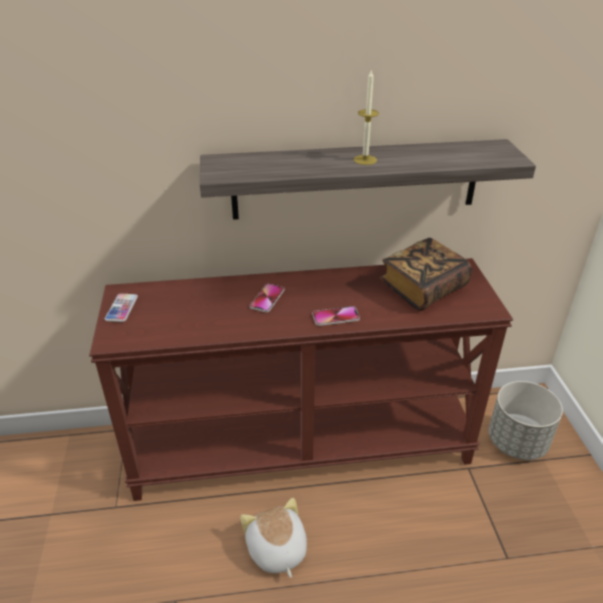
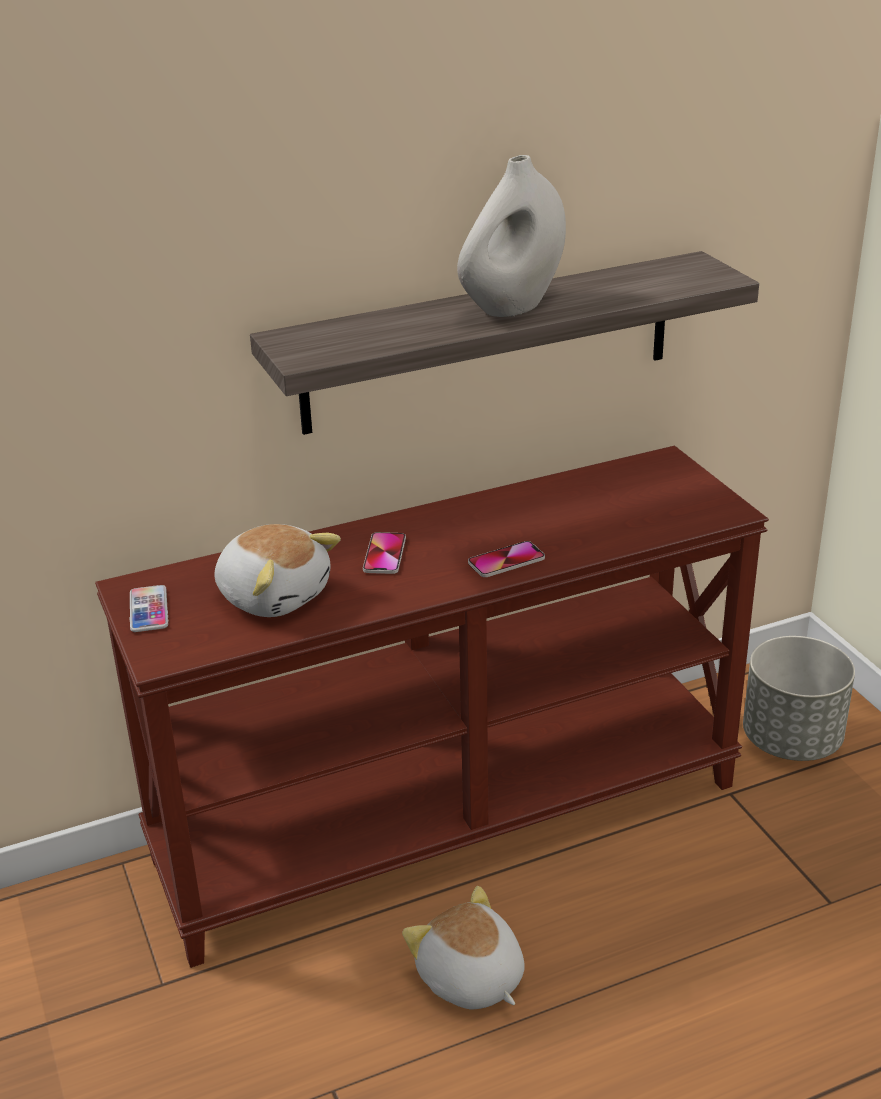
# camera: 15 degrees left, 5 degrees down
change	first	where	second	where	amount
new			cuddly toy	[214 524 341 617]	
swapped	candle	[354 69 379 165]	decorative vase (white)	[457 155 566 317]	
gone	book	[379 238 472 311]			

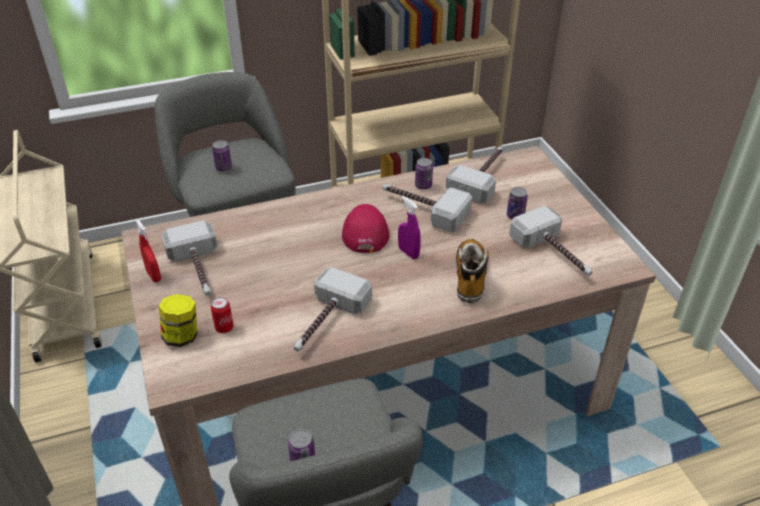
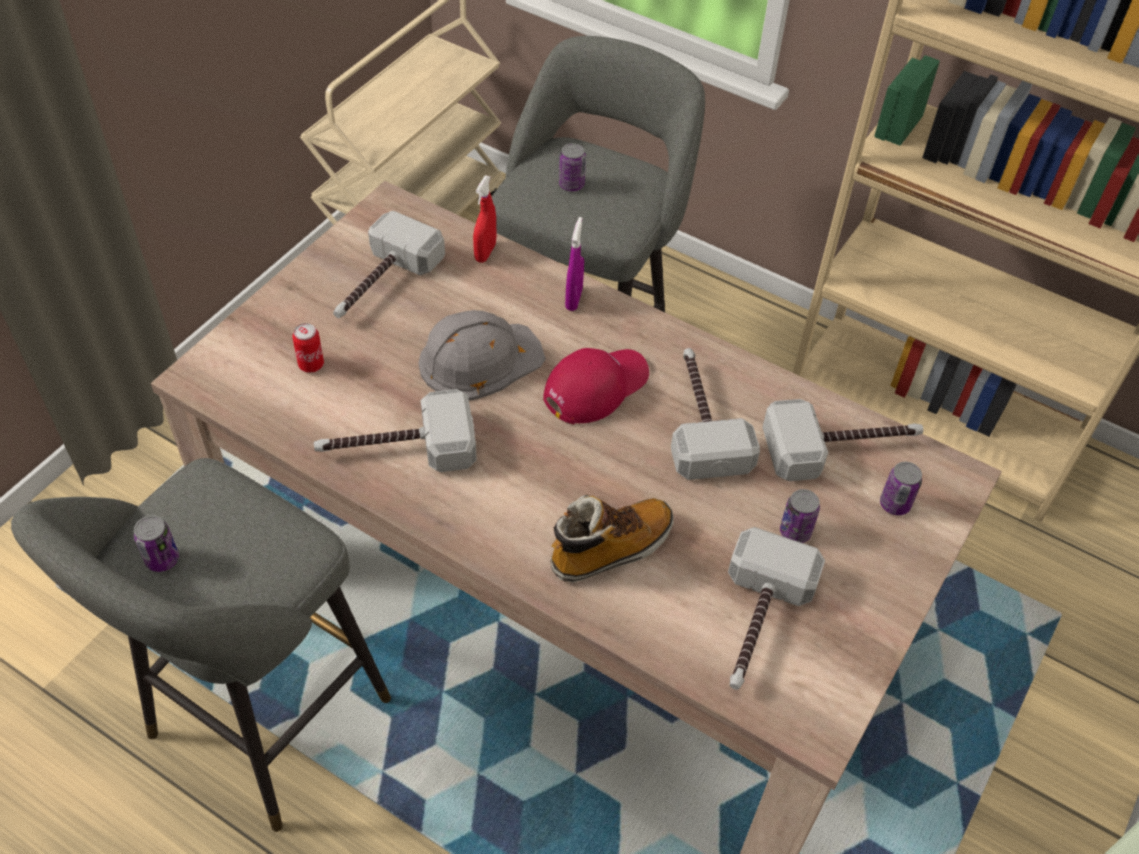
# camera: 50 degrees right, 10 degrees up
change	first	where	second	where	amount
new			safety helmet (greyish)	[419 310 546 401]	
shifted	spray bottle (reddish)	[136 220 161 282]		[473 175 497 263]	
shifted	spray bottle (purple-coloured)	[398 196 421 259]		[565 217 584 311]	
shifted	can	[415 158 433 190]		[880 462 922 516]	
gone	storage jar	[159 294 197 347]			

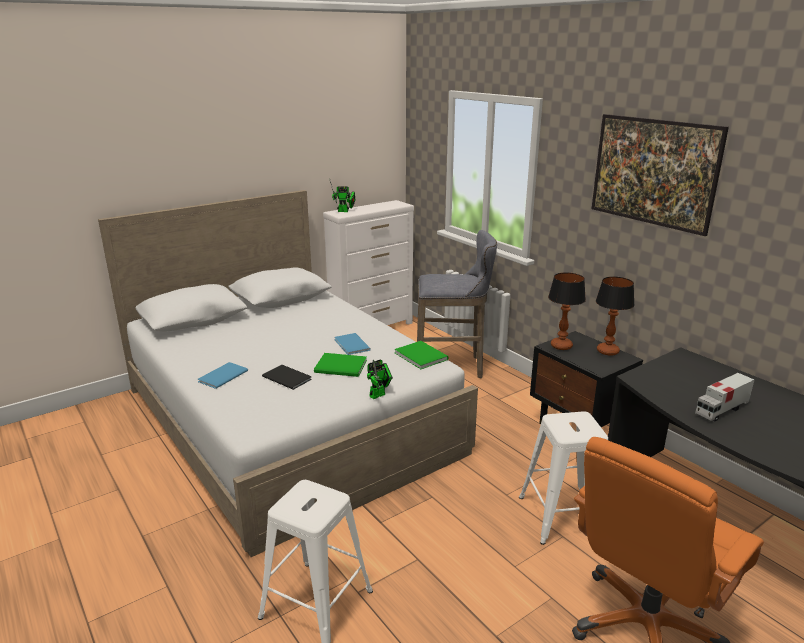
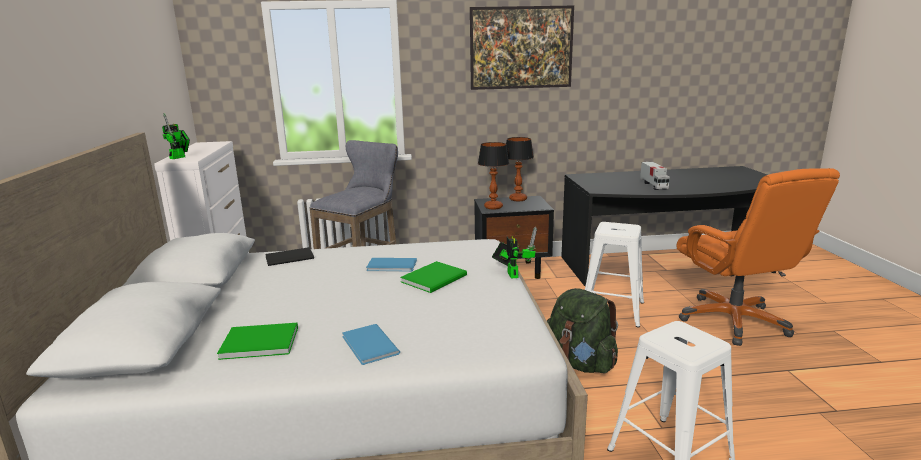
# camera: 60 degrees left, 5 degrees down
change	first	where	second	where	amount
shifted	book (green)	[394 341 449 369]		[217 323 298 360]	
shifted	book (blackish)	[262 365 312 390]		[265 247 314 266]	
new			rucksack (green)	[547 288 618 373]	

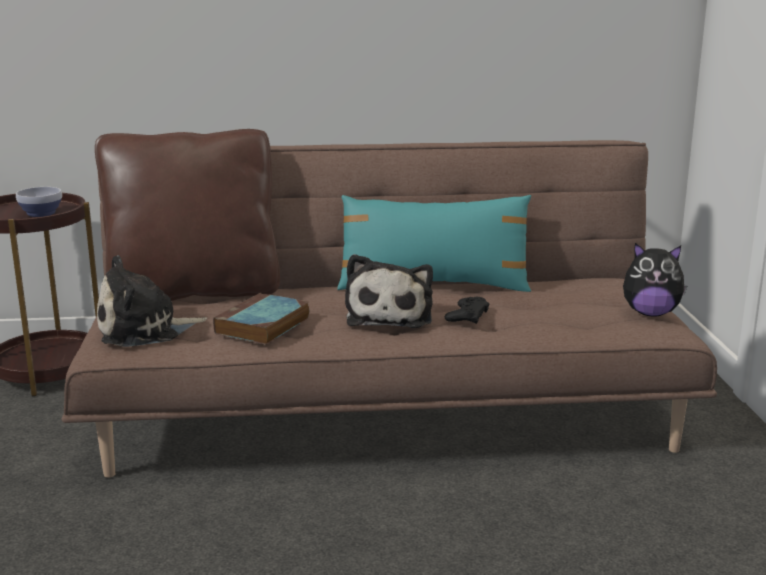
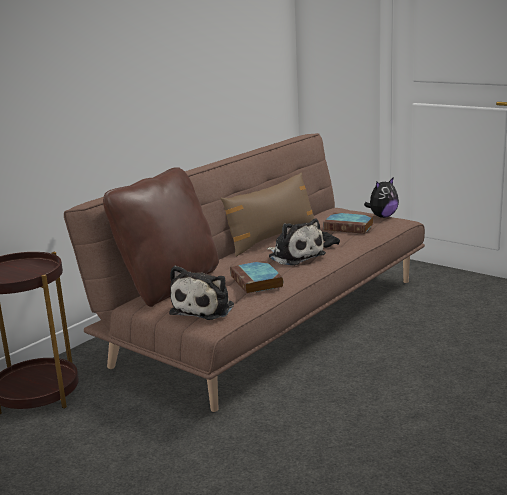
# camera: 45 degrees left, 0 degrees up
change	first	where	second	where	amount
repainted	throw pillow (turquoise)	[337 195 531 292]	throw pillow (brown-coloured)	[221 172 314 257]	
new			book	[323 213 374 234]	
gone	deep dish	[16 187 62 217]			

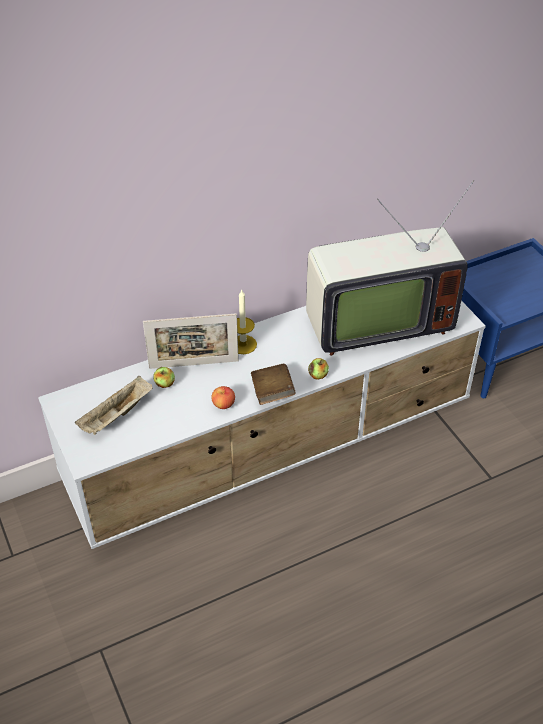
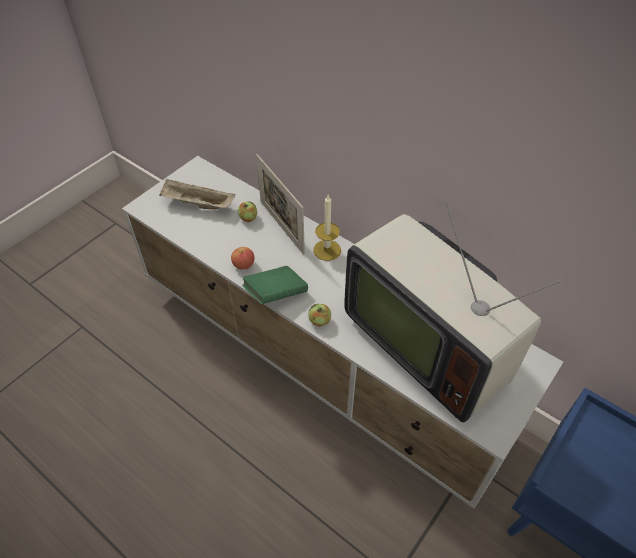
# camera: 65 degrees right, 5 degrees up
change	first	where	second	where	amount
repainted	book (brown-coloured)	[251 364 296 405]	book (green)	[242 266 308 304]	

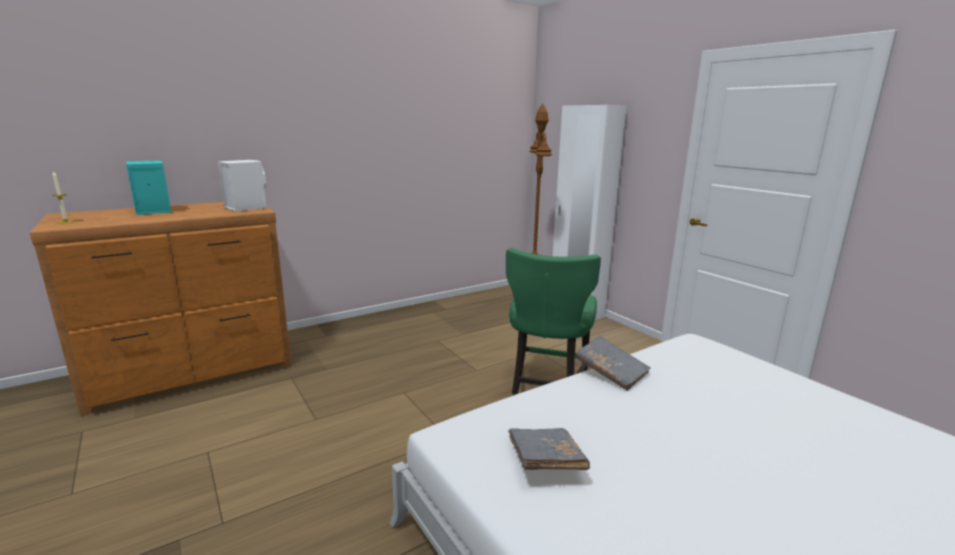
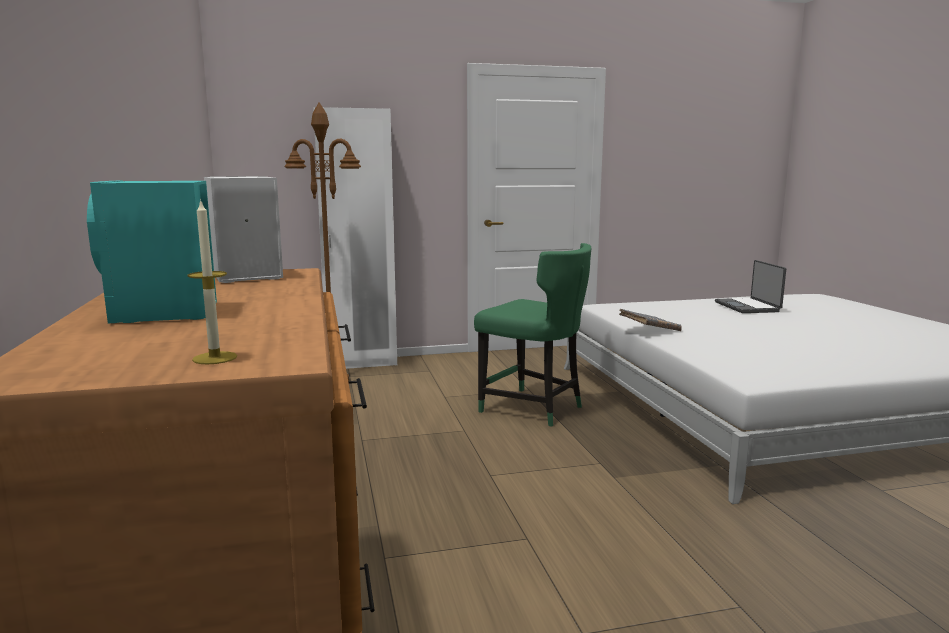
# camera: 70 degrees left, 5 degrees down
change	first	where	second	where	amount
new			portable computer	[715 260 786 313]	
gone	book (greyish)	[508 428 590 470]			

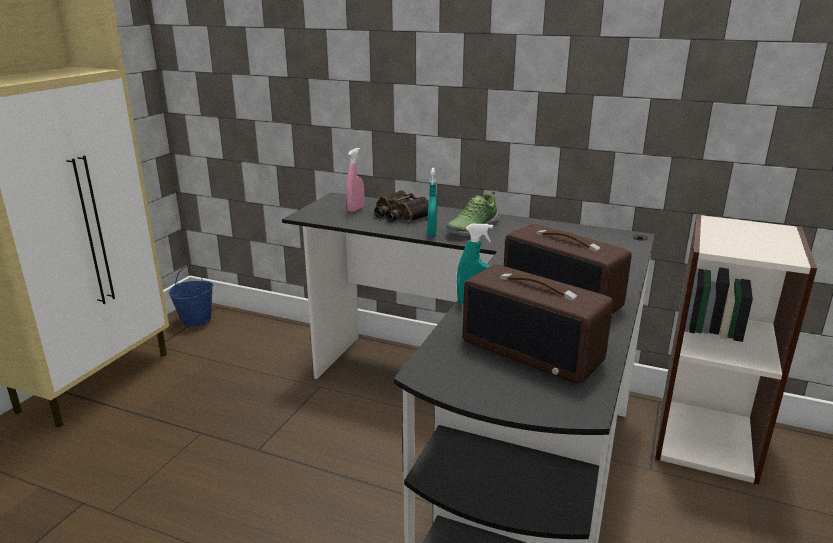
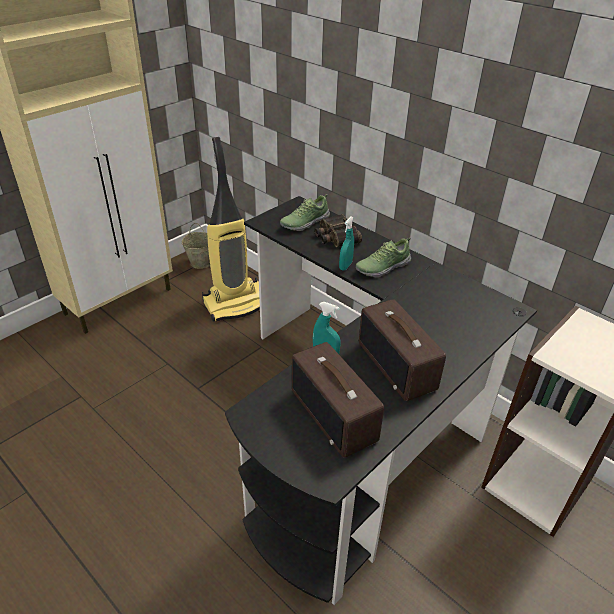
# camera: 20 degrees right, 15 degrees up
change	first	where	second	where	amount
repainted	bucket (bluish)	[169 266 213 327]	bucket (sand-coloured)	[182 223 210 269]	
new			hoover	[202 137 260 322]	
swapped	spray bottle (pink-coloured)	[346 148 364 212]	shoe	[280 194 330 231]	

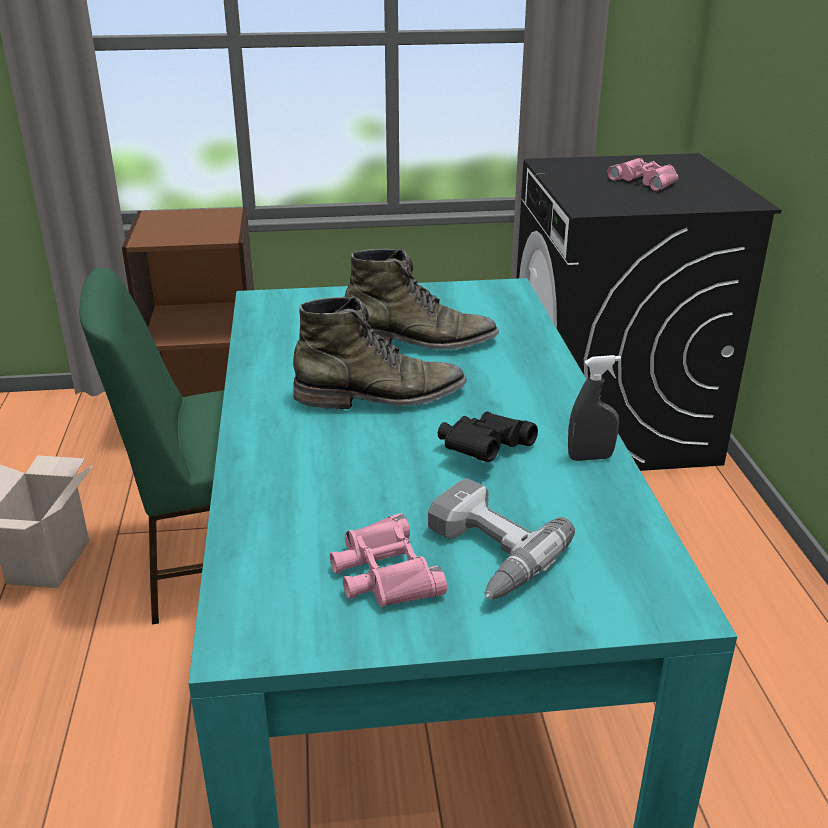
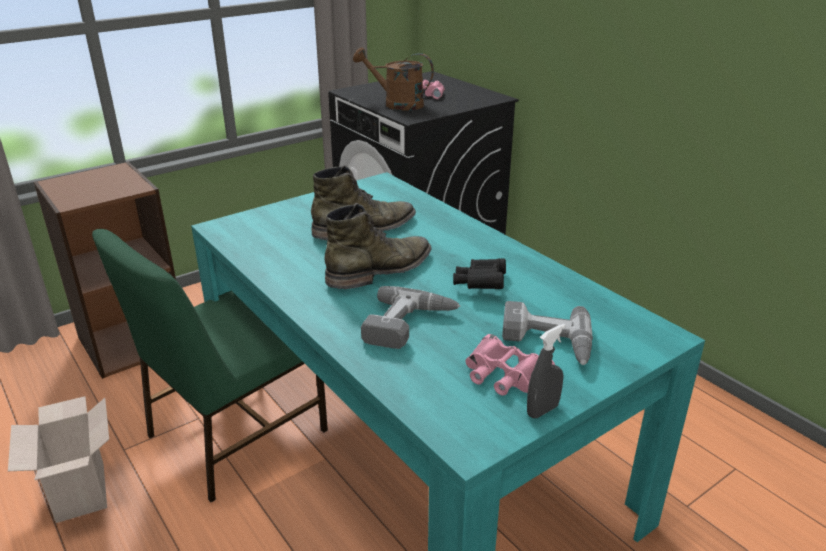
# camera: 30 degrees left, 0 degrees up
change	first	where	second	where	amount
new			watering can (brown-coloured)	[353 47 434 111]	
new			power drill	[361 286 460 349]	
shifted	spray bottle (greyish)	[568 355 621 461]		[527 324 566 418]	

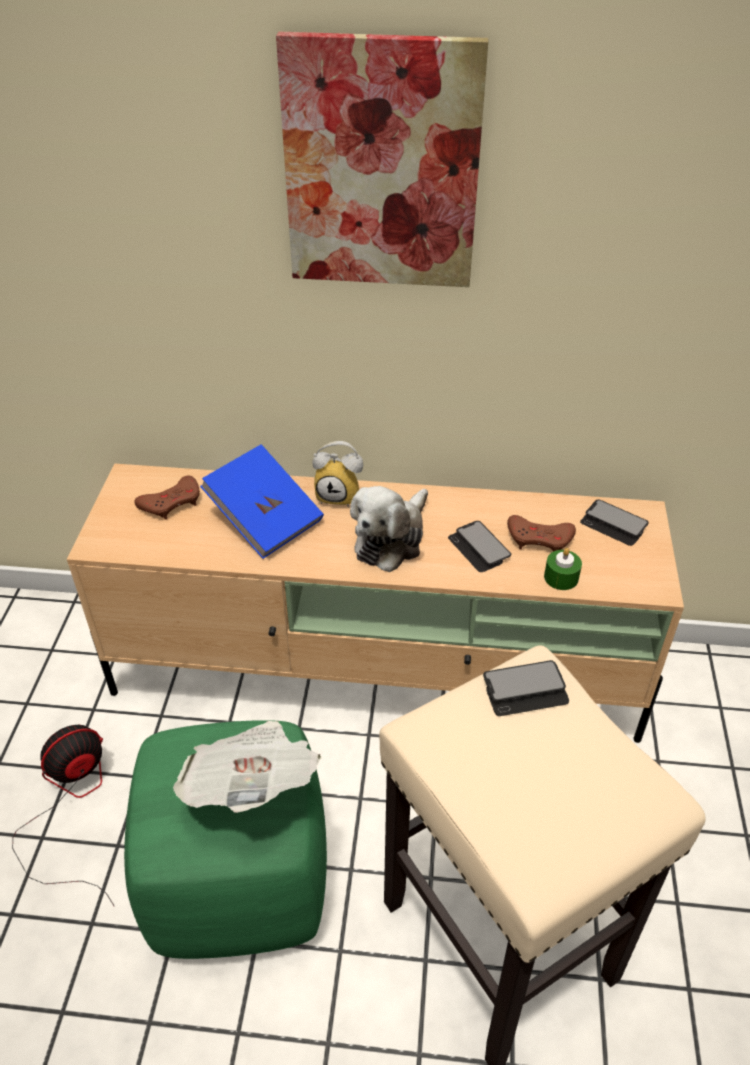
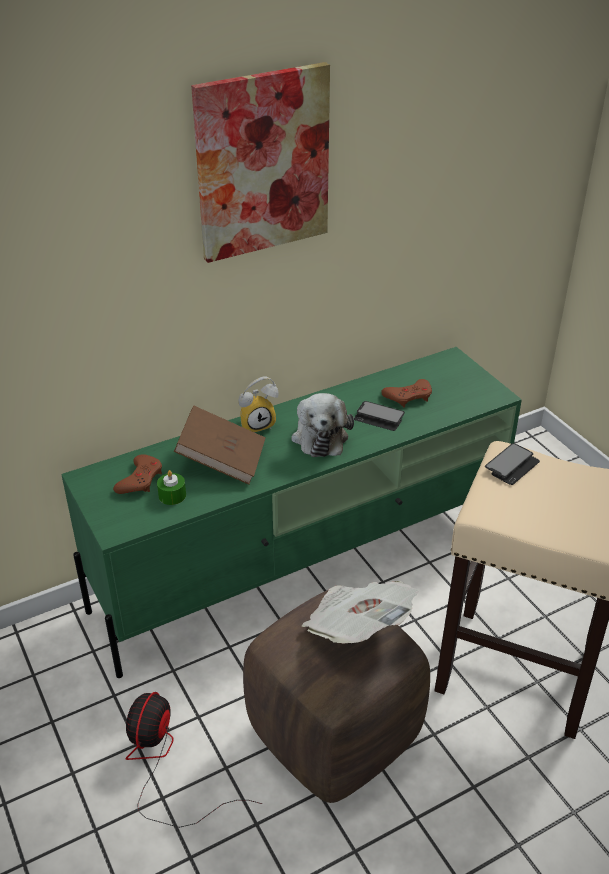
# camera: 35 degrees left, 5 degrees down
change	first	where	second	where	amount
repainted	tv unit (sand-coloured)	[67 463 684 743]	tv unit (green)	[61 347 522 678]	
shifted	candle (green)	[544 548 582 590]		[157 470 186 505]	
repainted	book (bluish)	[200 444 324 559]	book (brown-coloured)	[174 406 266 485]	
repainted	ottoman (green)	[124 720 327 959]	ottoman (brown-coloured)	[243 590 430 803]	
gone	phone	[580 499 649 546]			

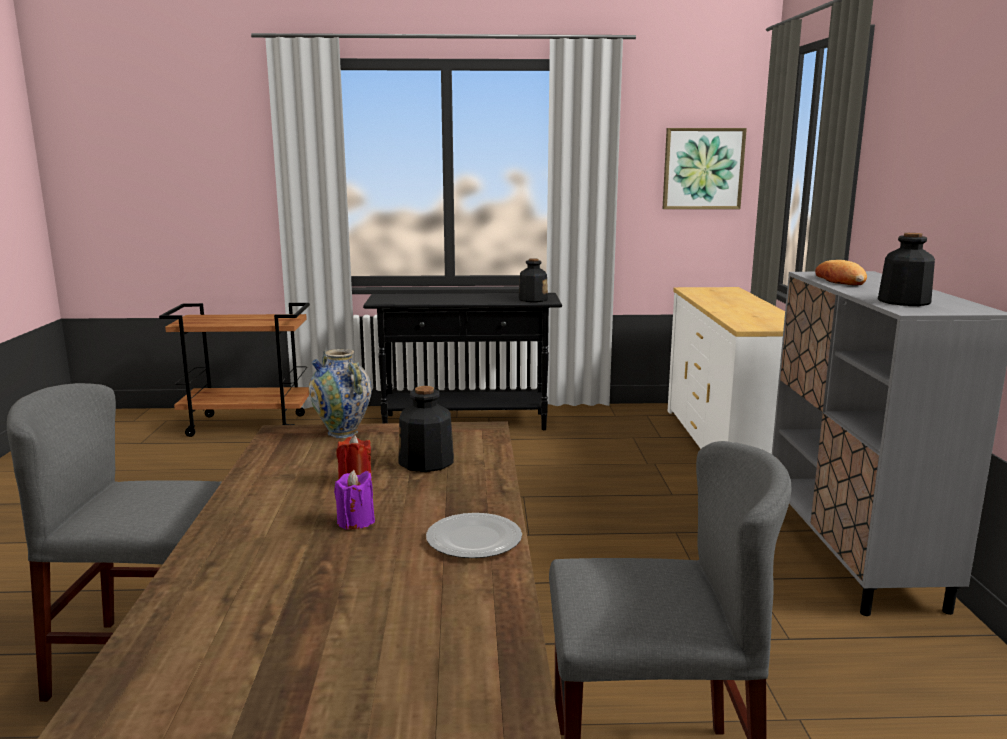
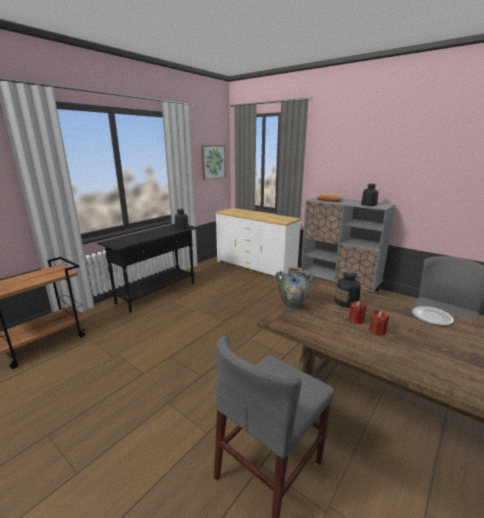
# camera: 50 degrees left, 5 degrees up
change	first	where	second	where	amount
new			candle (reddish)	[369 309 389 336]	
gone	candle (purple-coloured)	[334 470 375 530]			

